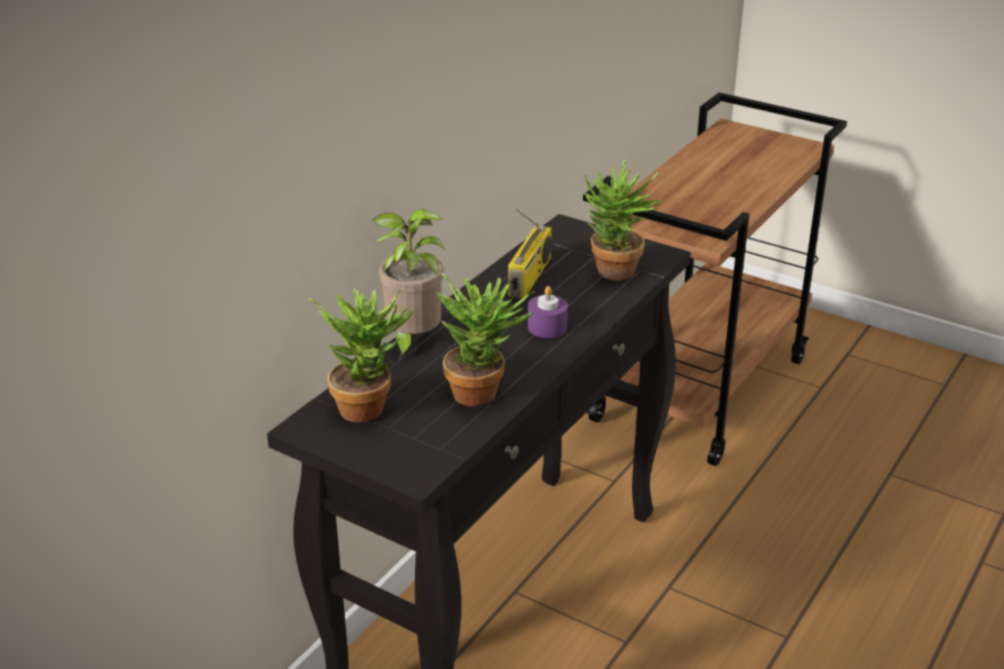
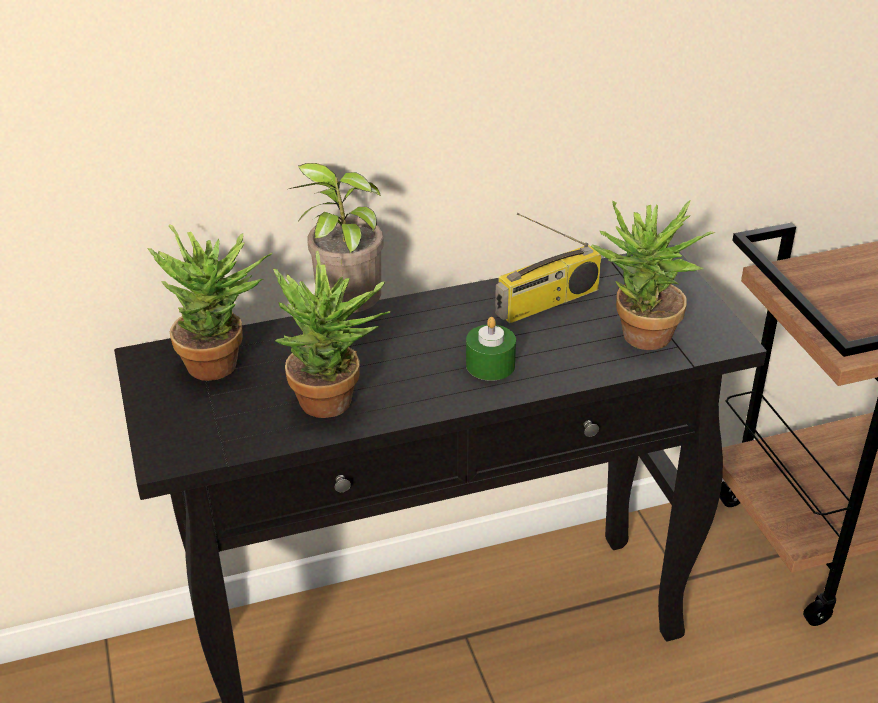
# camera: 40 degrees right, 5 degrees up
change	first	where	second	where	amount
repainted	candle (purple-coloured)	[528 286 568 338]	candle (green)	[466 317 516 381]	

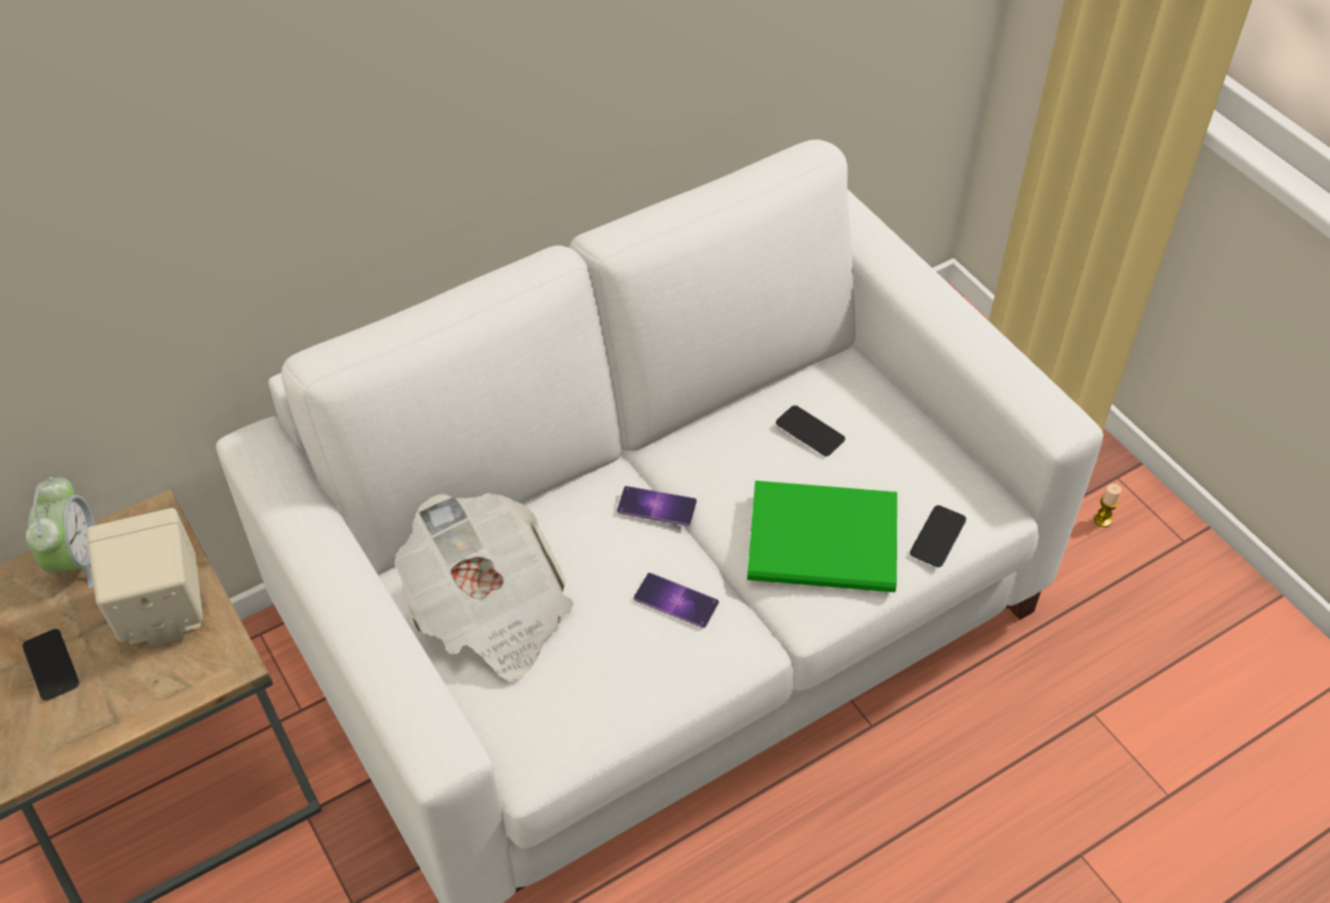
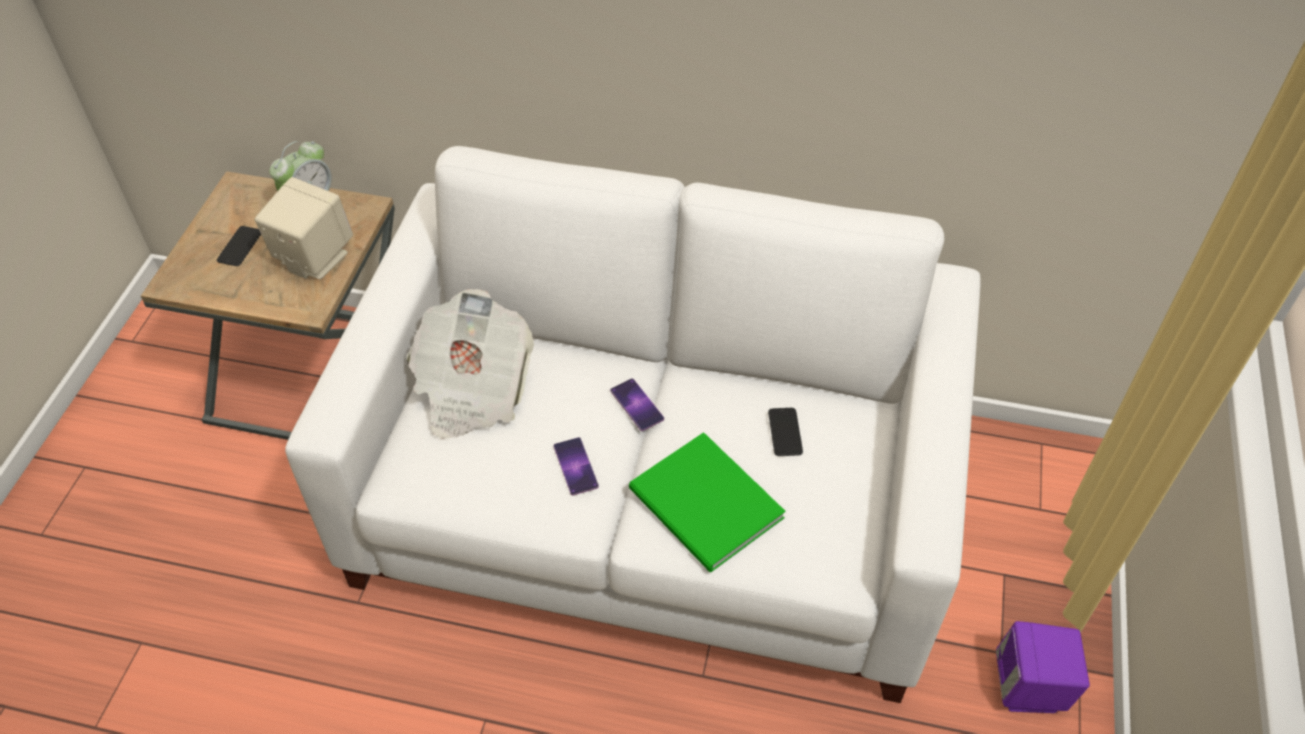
# camera: 45 degrees right, 0 degrees up
change	first	where	second	where	amount
swapped	candle	[1094 484 1122 527]	speaker (purple-coloured)	[996 621 1090 713]	
gone	phone	[910 505 966 567]			

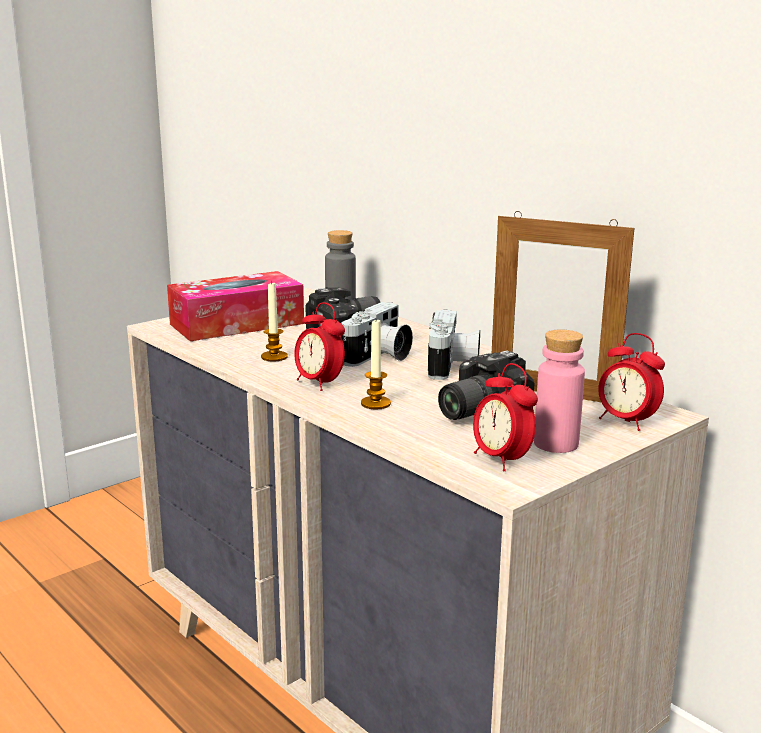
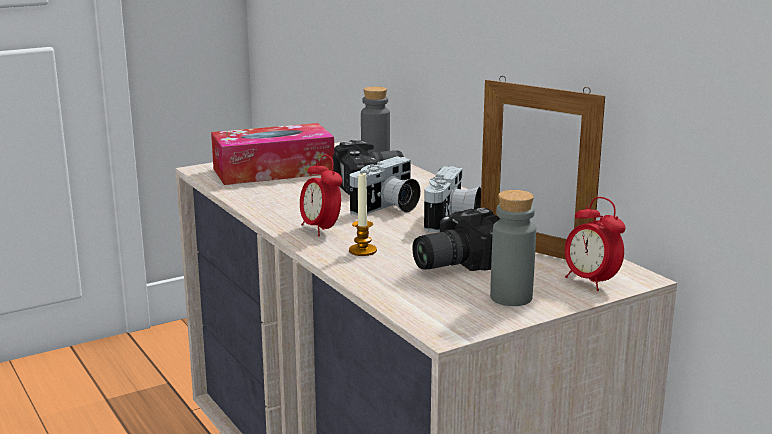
# camera: 10 degrees right, 0 degrees up
change	first	where	second	where	amount
repainted	drink bottle (pink-coloured)	[534 329 585 453]	drink bottle (greyish)	[490 190 536 306]	
gone	candle	[261 281 288 361]			
gone	alarm clock	[473 363 538 471]			

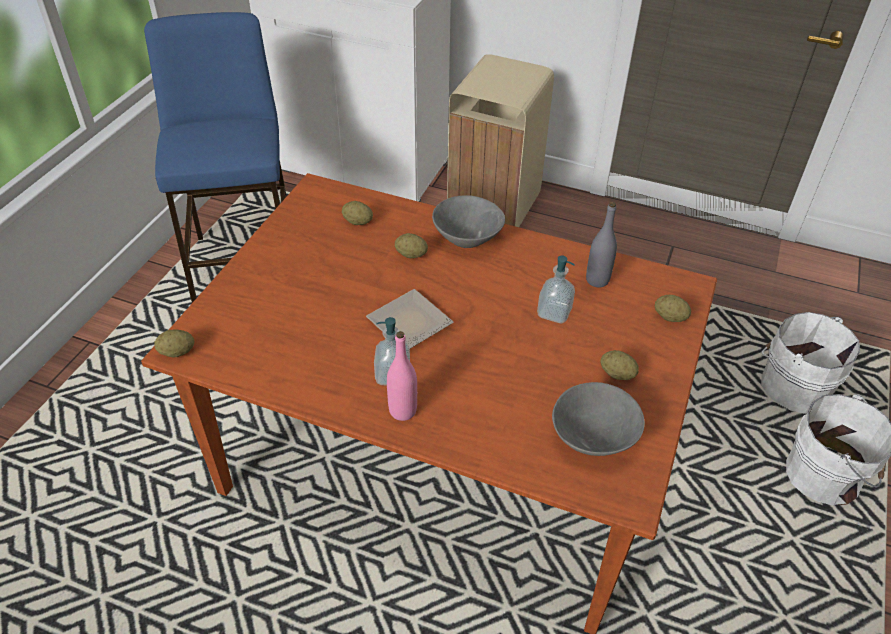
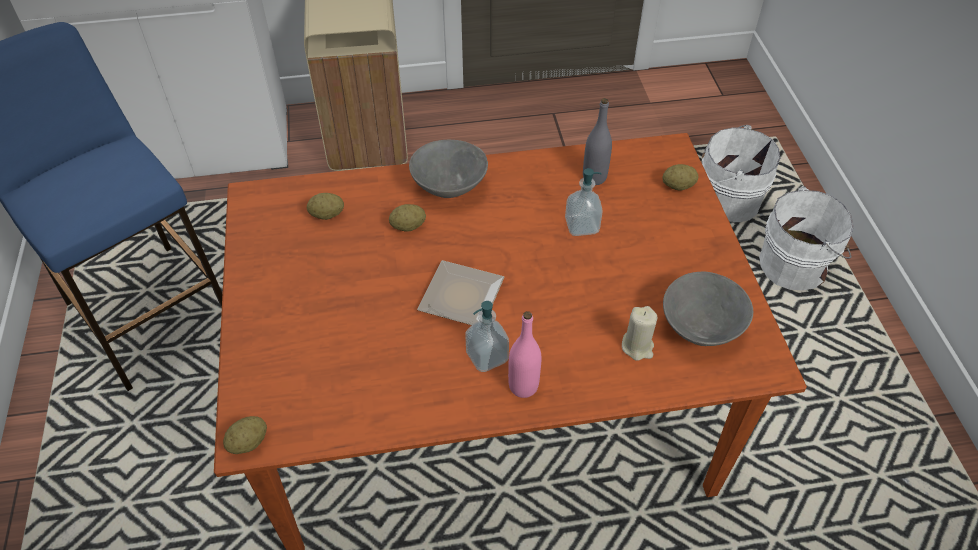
# camera: 30 degrees left, 5 degrees up
change	first	where	second	where	amount
new			candle (sand-coloured)	[622 306 658 361]	
gone	potato	[600 350 639 380]			

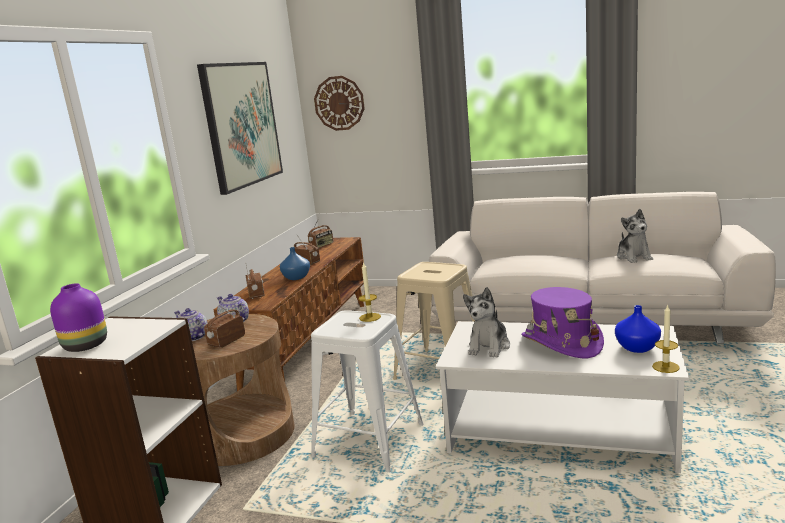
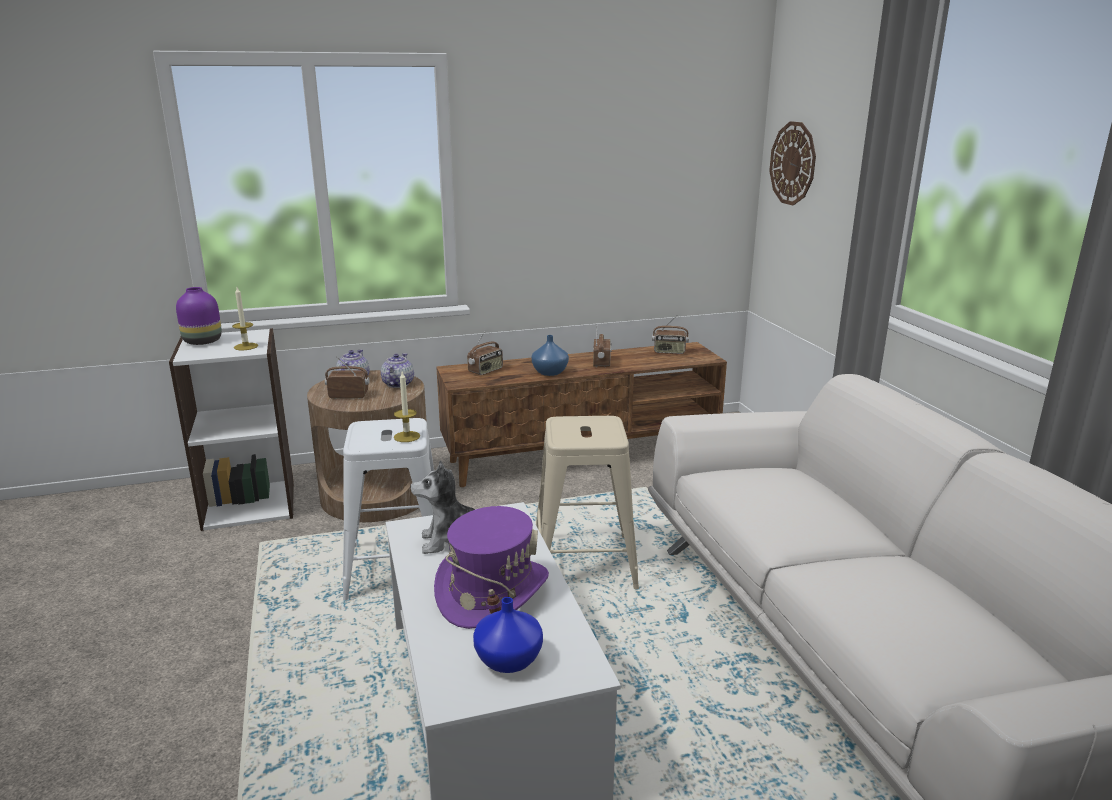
# camera: 55 degrees right, 5 degrees up
change	first	where	second	where	amount
shifted	candle	[652 304 680 373]		[232 287 258 350]	
gone	picture	[197 62 283 195]			
gone	cuddly toy	[617 209 653 263]			

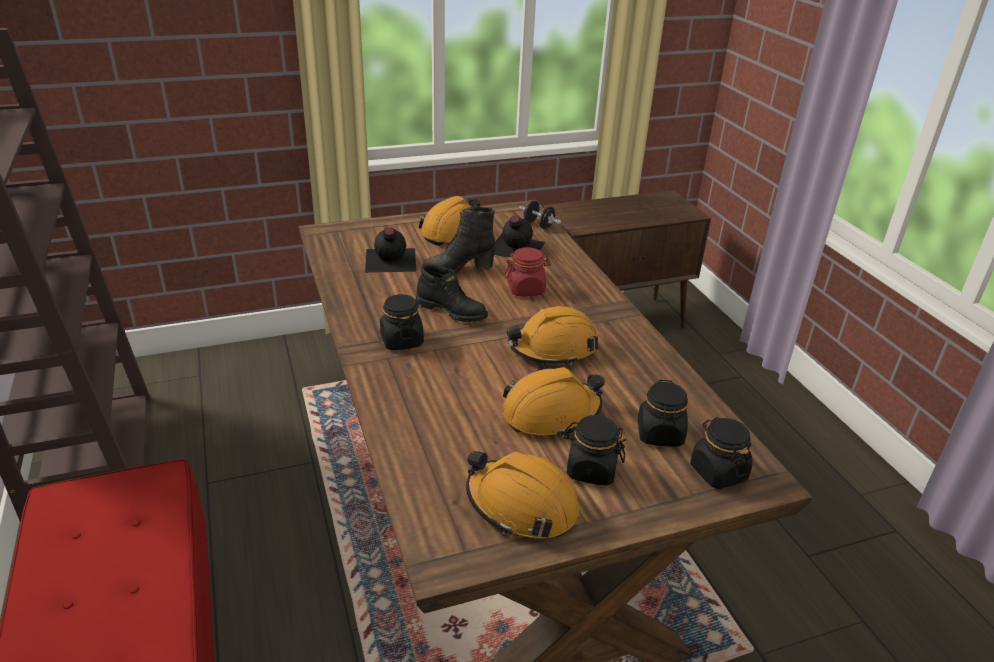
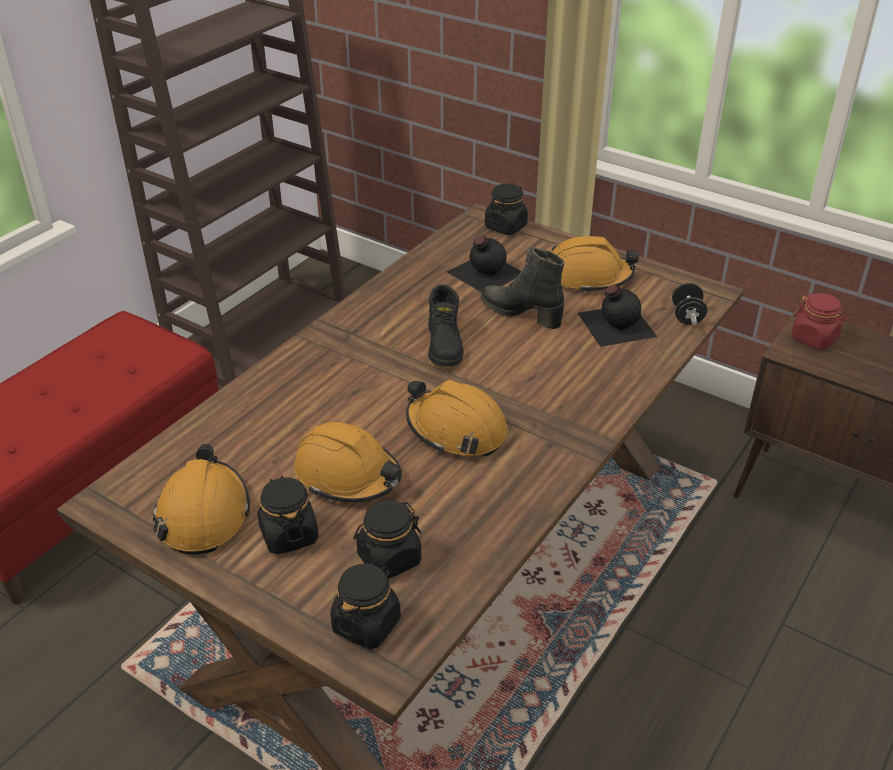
# camera: 55 degrees right, 5 degrees up
change	first	where	second	where	amount
shifted	storage jar (blackish)	[380 294 424 350]		[485 184 528 235]	
shifted	storage jar (reddish)	[504 247 551 296]		[791 293 848 350]	

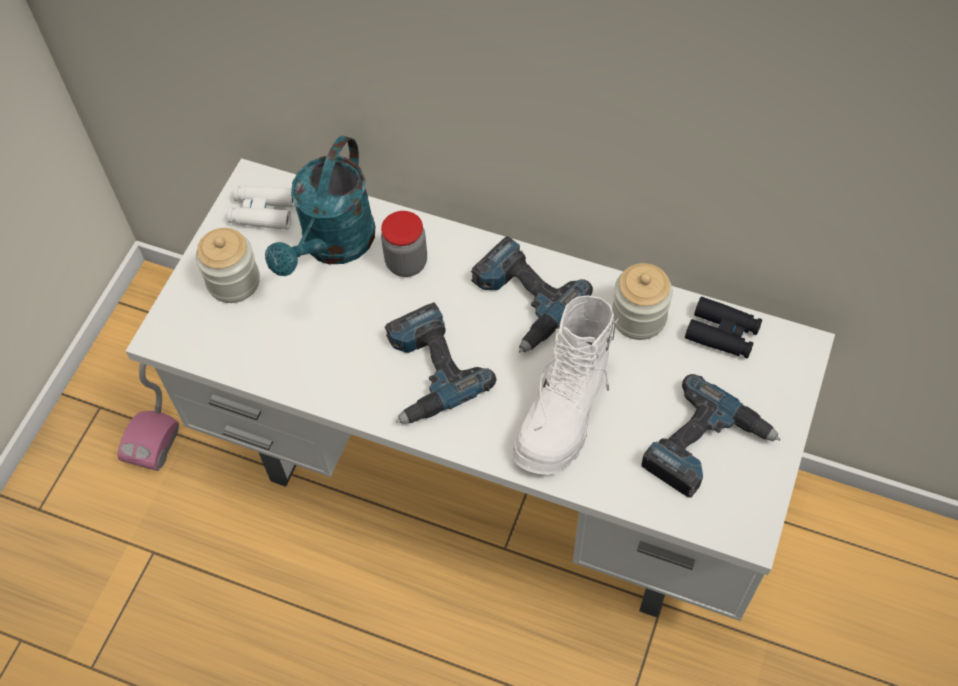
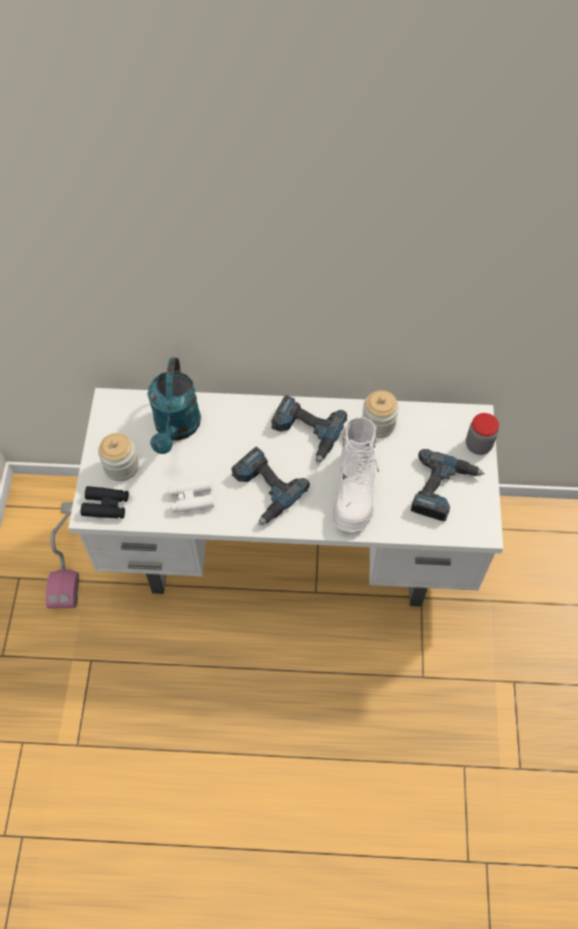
# camera: 20 degrees left, 0 degrees up
change	first	where	second	where	amount
shifted	pair of binoculars (blackish)	[685 297 762 358]		[81 486 129 519]	
shifted	pair of binoculars (white)	[227 185 295 230]		[168 478 214 513]	
shifted	storage jar	[381 211 427 277]		[466 413 499 455]	

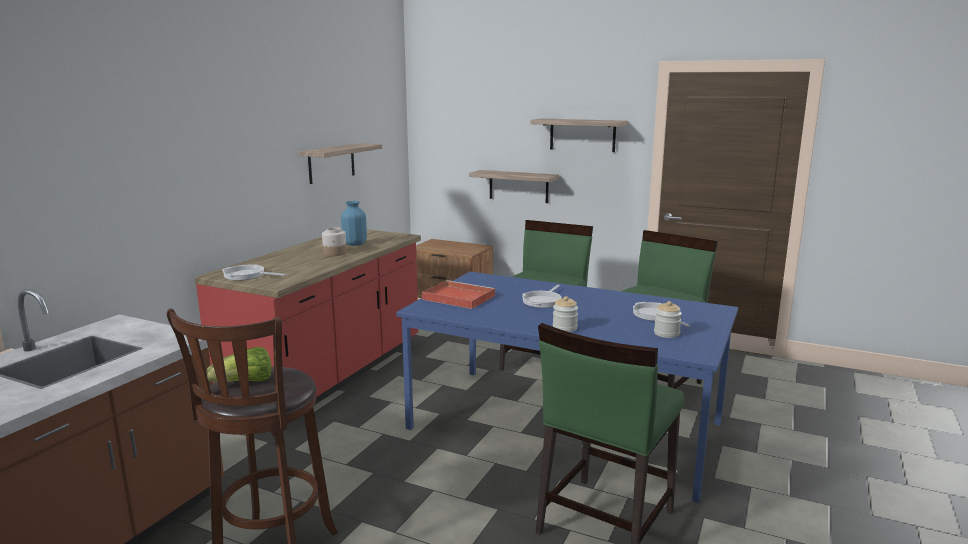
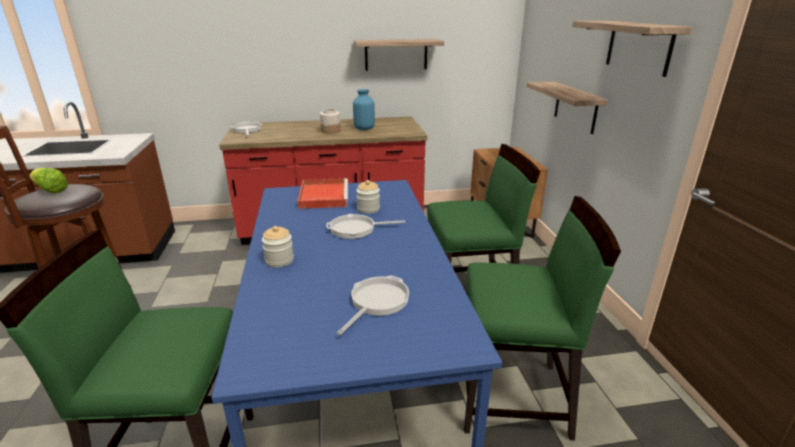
# camera: 55 degrees right, 10 degrees up
change	first	where	second	where	amount
shifted	storage jar	[654 301 682 338]		[356 180 380 214]	

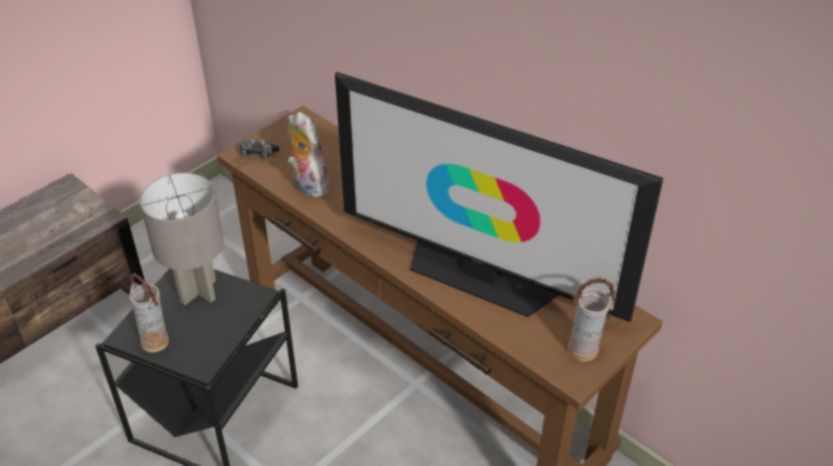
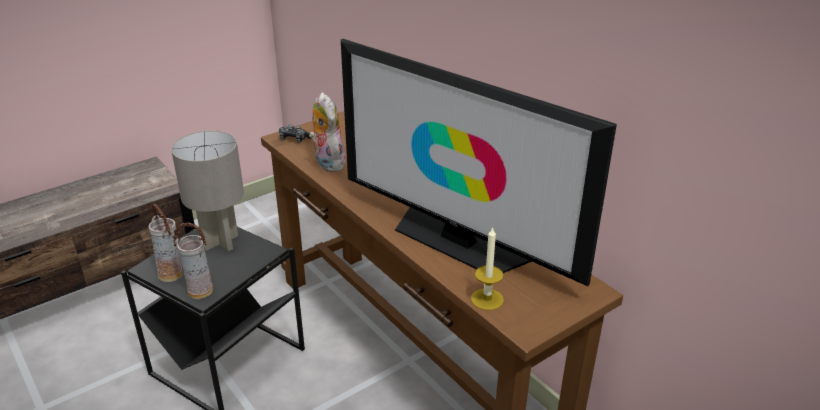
# camera: 10 degrees right, 10 degrees down
change	first	where	second	where	amount
shifted	decorative vase	[568 278 615 361]		[173 222 213 299]	
new			candle	[471 227 504 310]	

